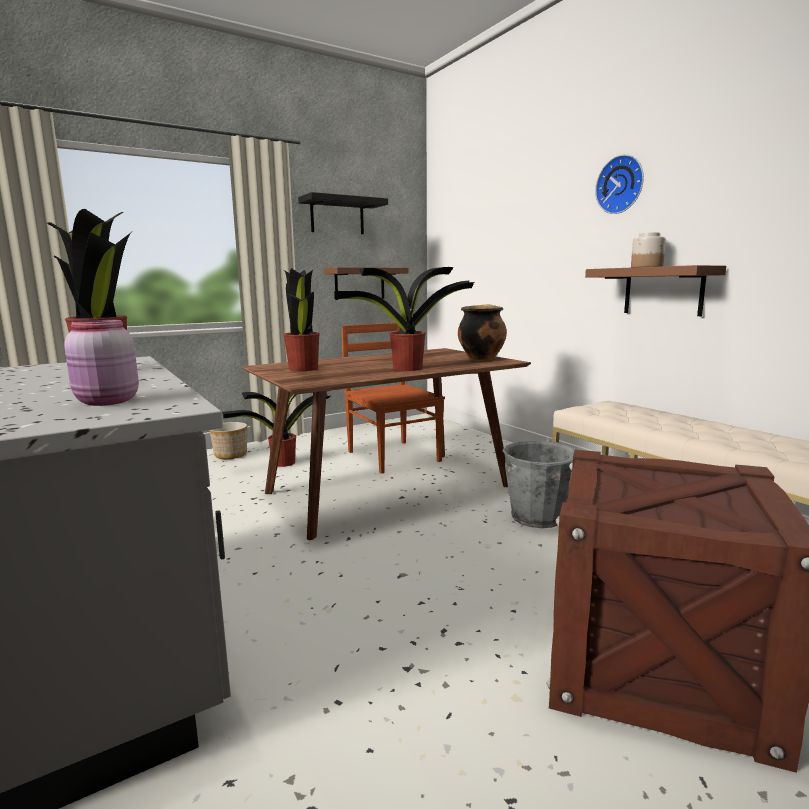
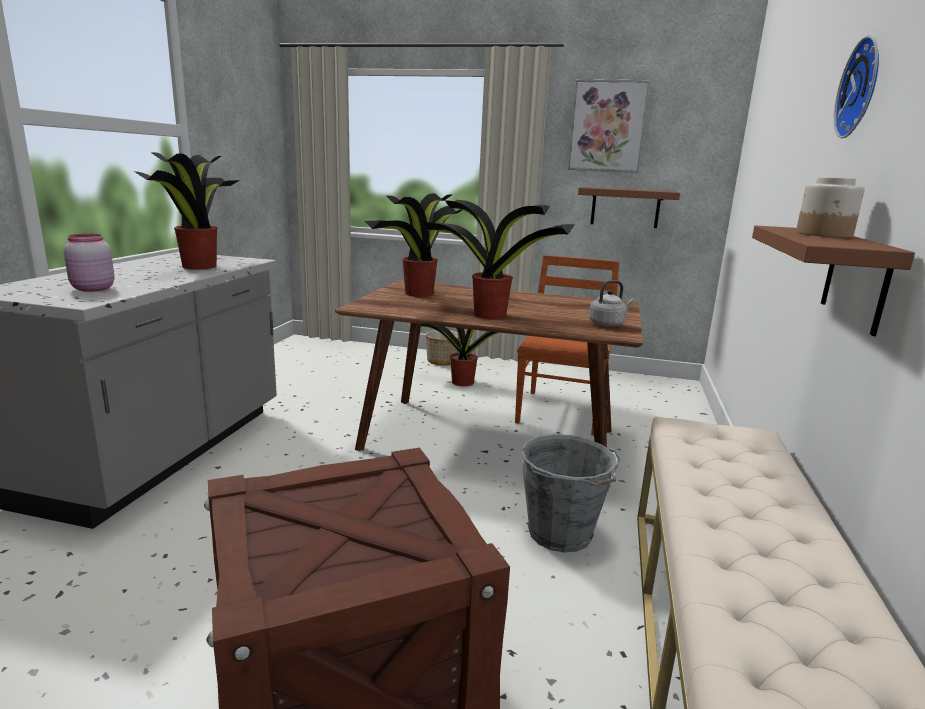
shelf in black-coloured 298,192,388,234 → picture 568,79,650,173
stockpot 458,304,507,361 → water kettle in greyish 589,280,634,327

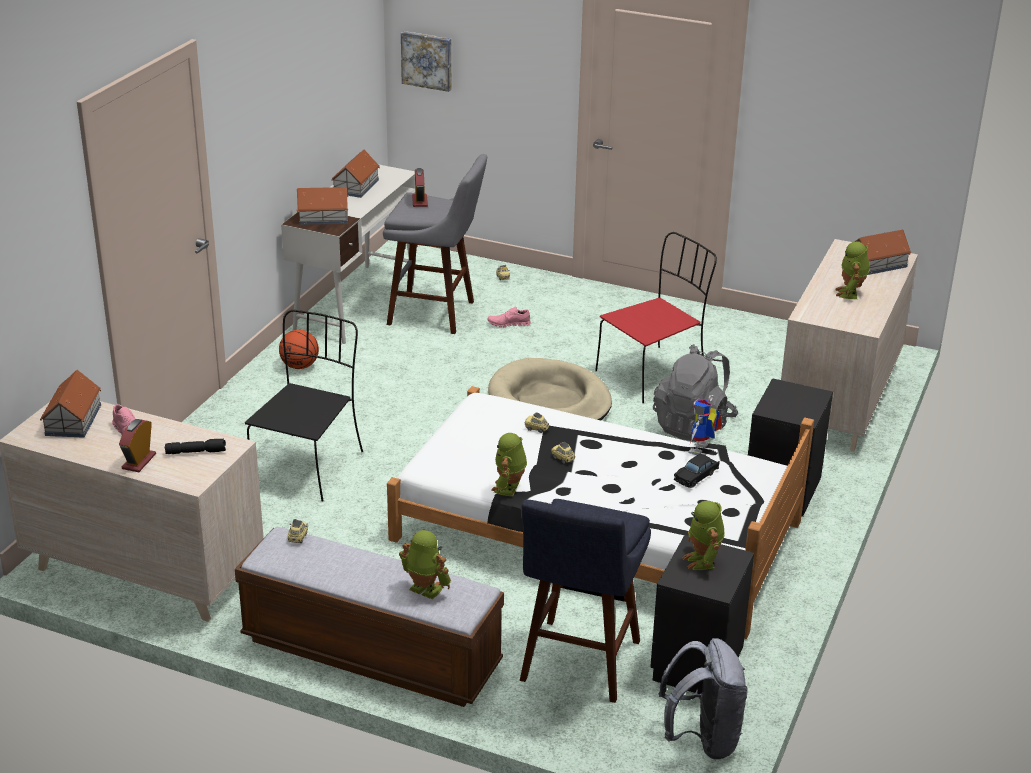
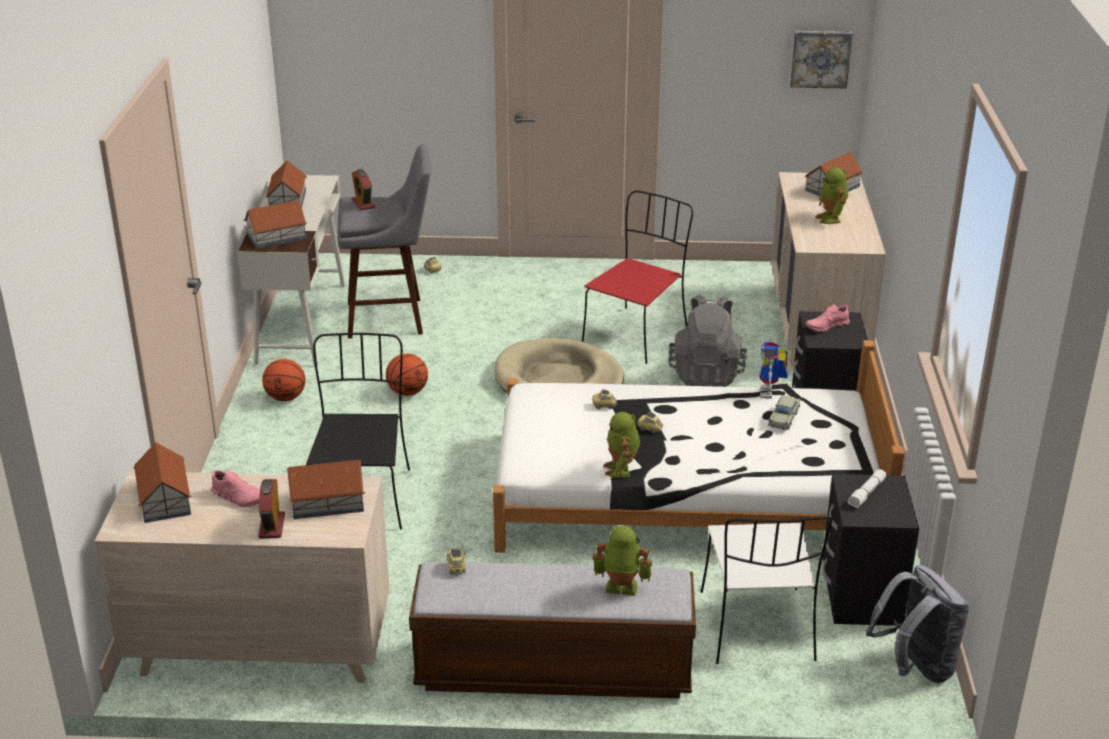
- → basketball 386,354,428,396
picture 401,31,452,92 → picture 790,31,852,88, move
low shoe in pinkish 487,306,531,327 → low shoe in pinkish 805,304,850,332, move
hand torch in black-coloured 165,439,226,454 → toy house 287,460,365,519
sitting stool in blue-coloured 520,499,651,703 → upright chair in white-coloured 701,516,832,664
robot figure 683,501,725,570 → hand torch in white-coloured 847,469,886,508
miniature car in black-coloured 674,454,720,488 → miniature car in beige-coloured 768,395,800,430

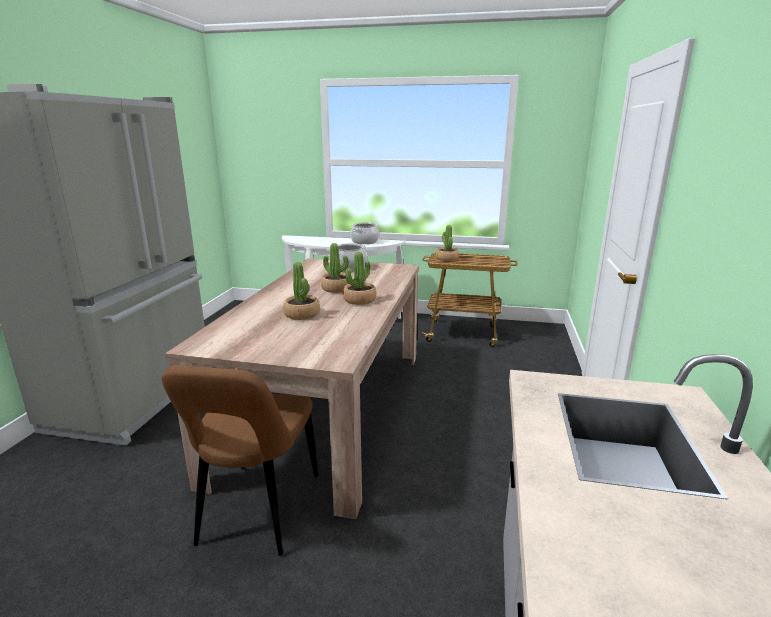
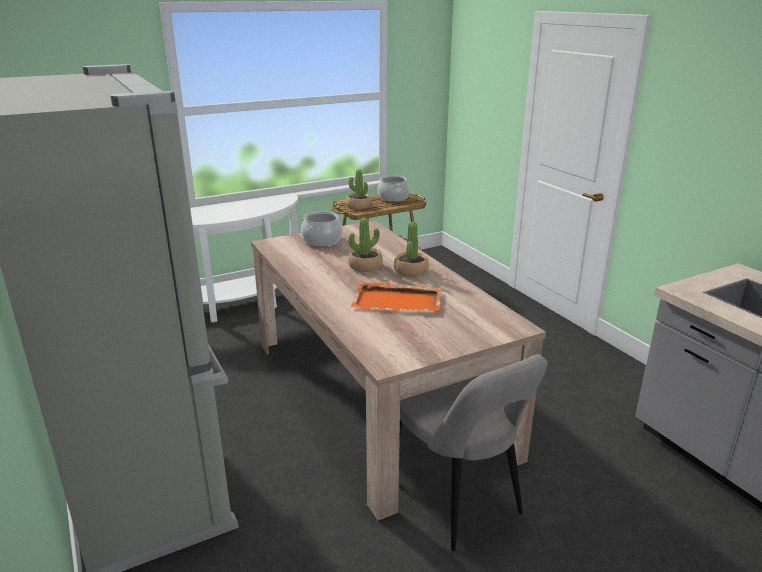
stockpot 351,222,379,244 → stockpot 377,175,409,202, move
houseplant 283,262,320,320 → serving tray in orange-coloured 350,282,443,311
upright chair in brown-coloured 162,365,318,556 → upright chair in greyish 400,354,548,551

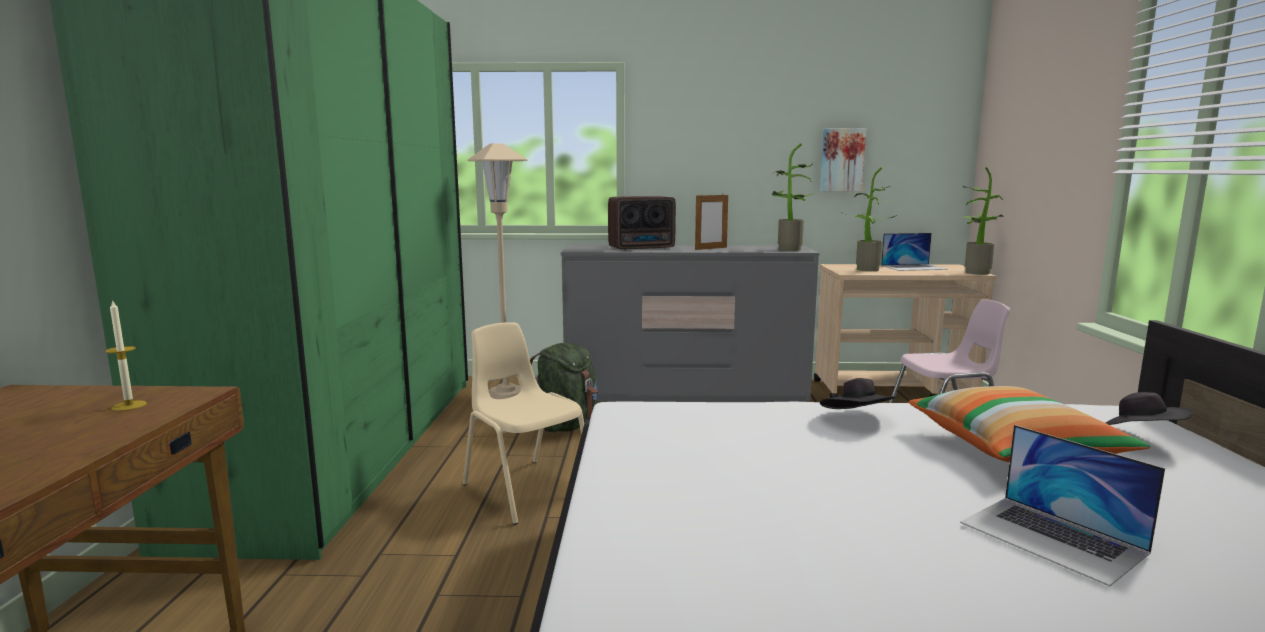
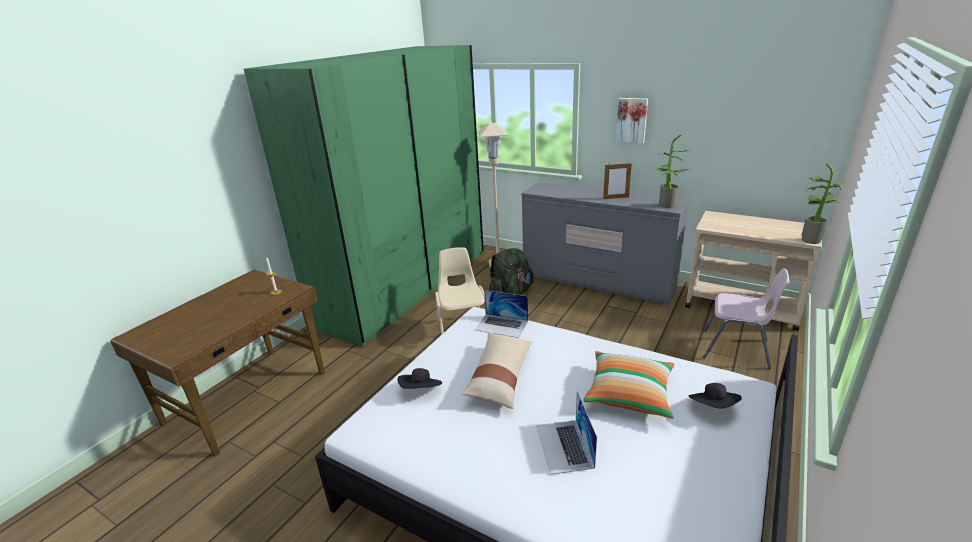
radio receiver 608,196,676,250 → -
houseplant 840,167,897,271 → -
- → pillow in beige-coloured 462,332,532,409
picture 820,128,866,191 → picture 616,98,648,143, move
wearable hat in black-coloured 820,378,898,409 → wearable hat in black-coloured 398,368,442,389, move
portable computer 881,233,948,271 → portable computer 475,290,528,338, move

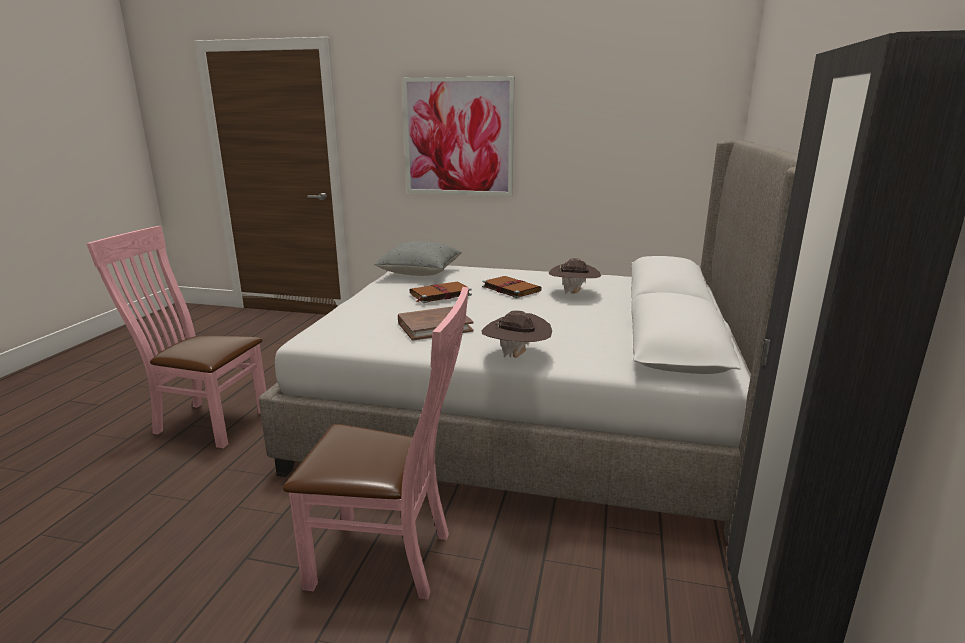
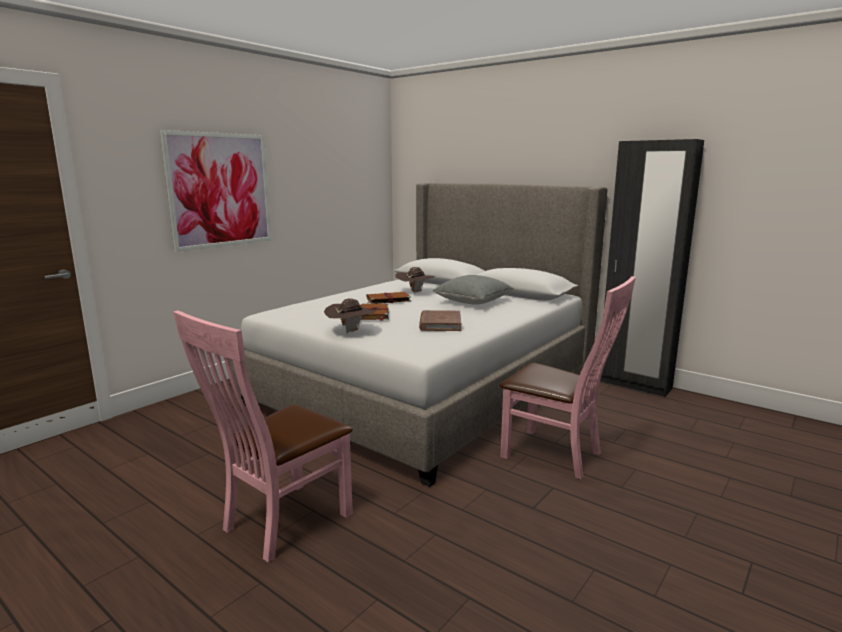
pillow in greyish 374,241,462,276 → pillow in greyish 432,275,514,305, move
wearable hat in brown-coloured 481,310,552,358 → wearable hat in brown-coloured 324,298,376,334, move
upright chair in pinkish 283,287,469,599 → upright chair in pinkish 500,276,636,479, 90 degrees clockwise

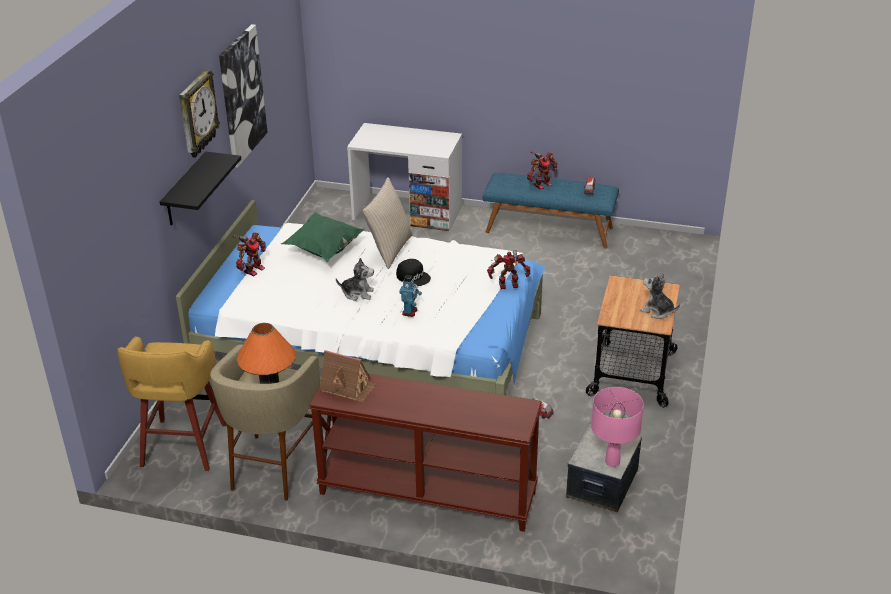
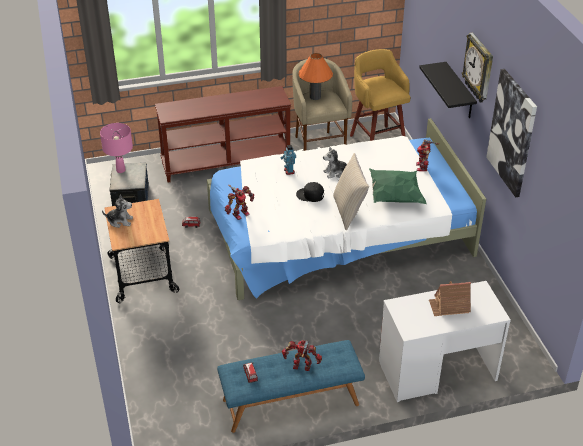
toy house 319,350,376,402 → toy house 429,281,471,316, move
robot figure 527,151,557,190 → robot figure 282,340,322,371, 75 degrees clockwise

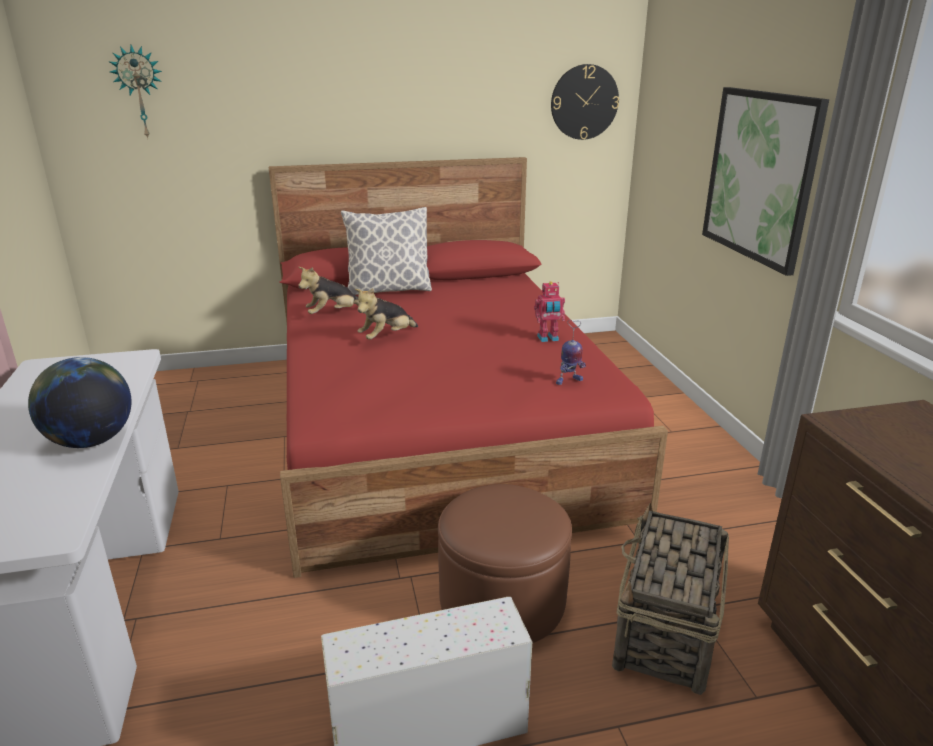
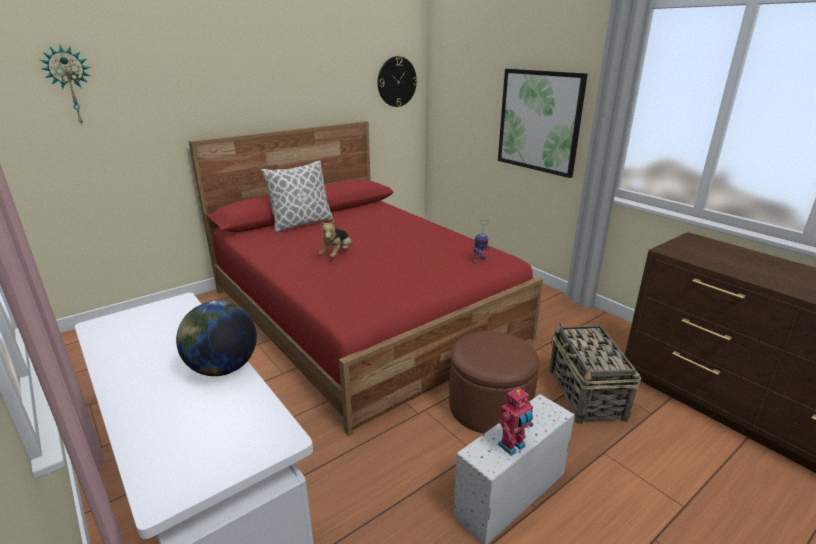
soft toy 298,267,360,314 → -
robot figure 534,281,565,342 → robot figure 498,387,533,456, move

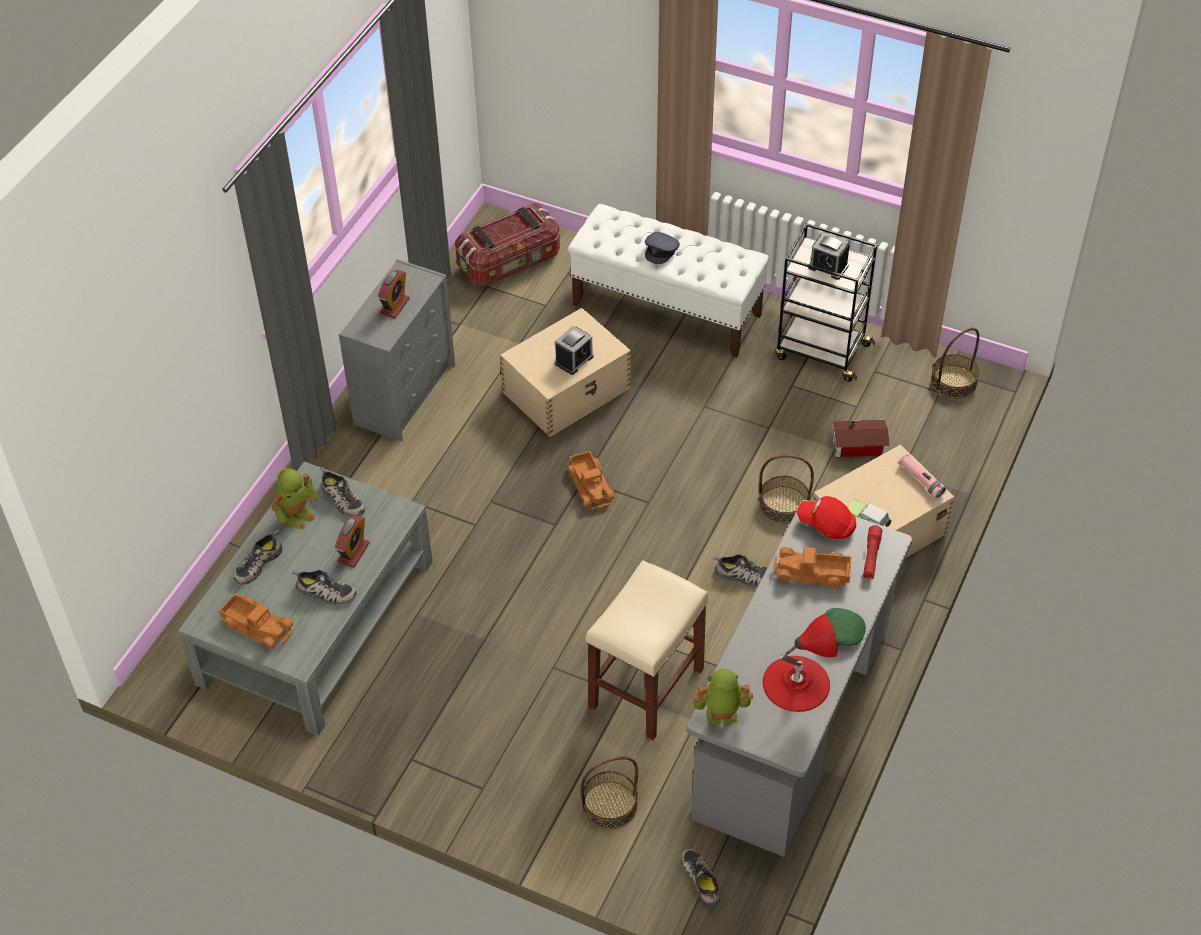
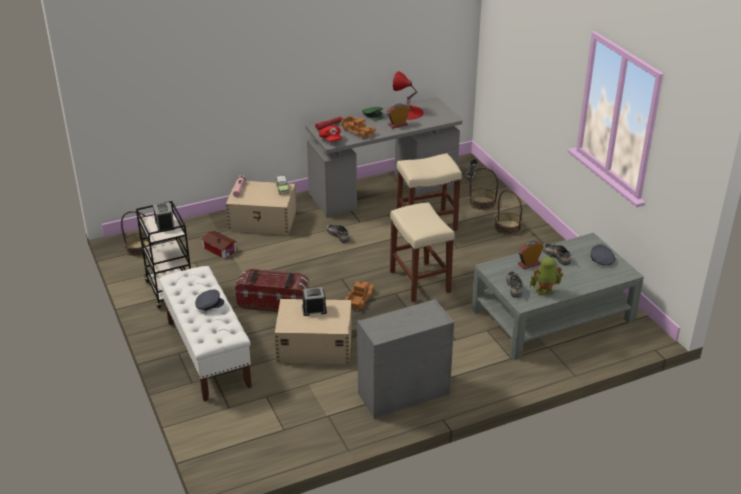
low shoe 233,530,282,585 → -
robot figure 693,668,753,724 → -
- → sitting stool in beige-coloured 390,203,455,302
alarm clock 378,270,410,319 → alarm clock 387,103,410,129, move
storage box 455,203,560,286 → storage box 235,269,309,312, move
household basket 759,455,814,524 → household basket 494,190,523,235, move
toy lorry 219,593,293,649 → peaked cap in greyish 590,244,615,266

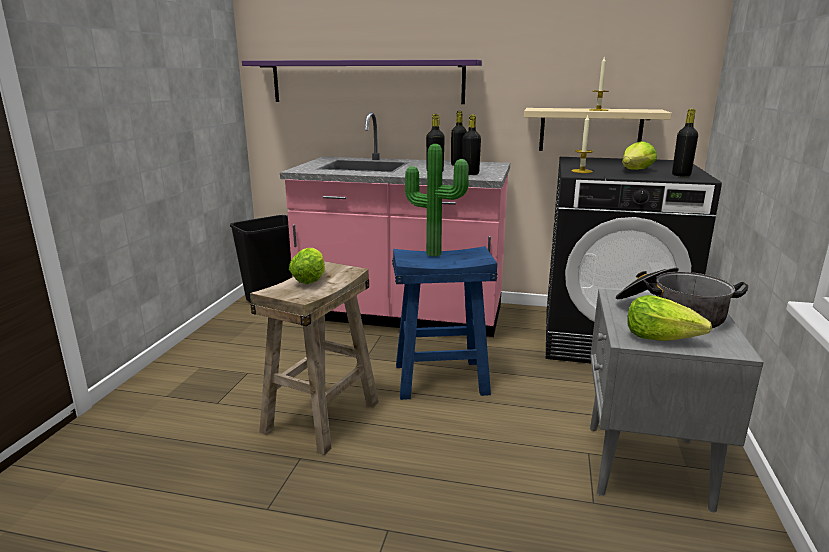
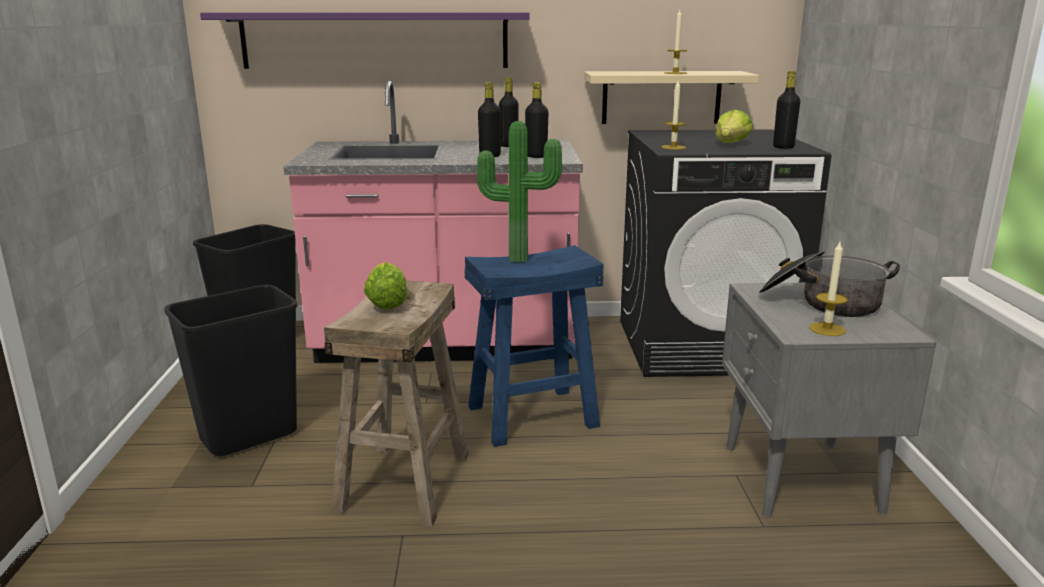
- → rubbish bin in black-coloured 164,285,298,456
lettuce 627,295,712,341 → candle 809,242,848,336

